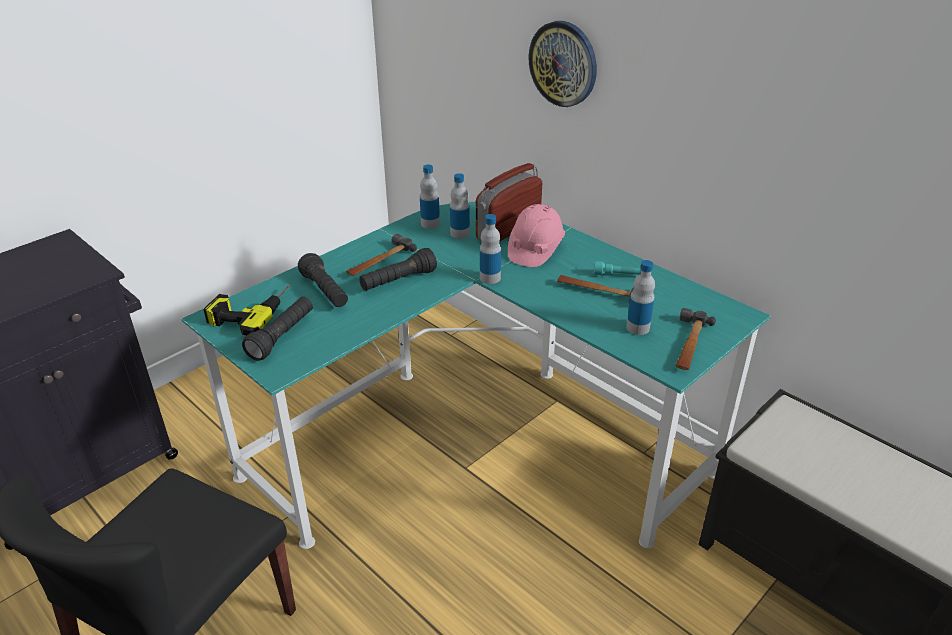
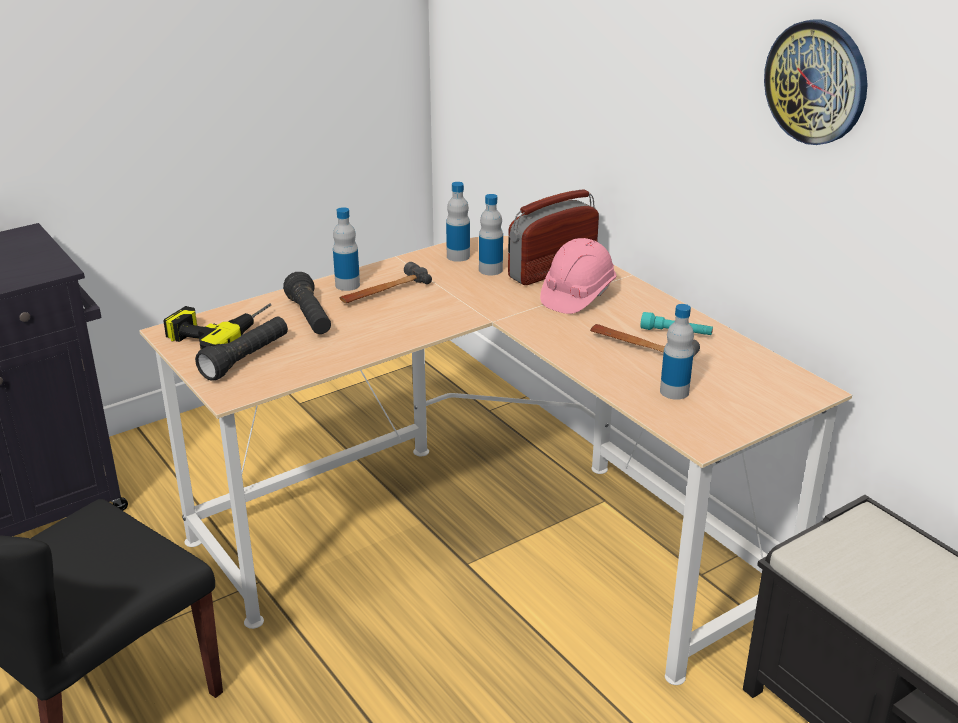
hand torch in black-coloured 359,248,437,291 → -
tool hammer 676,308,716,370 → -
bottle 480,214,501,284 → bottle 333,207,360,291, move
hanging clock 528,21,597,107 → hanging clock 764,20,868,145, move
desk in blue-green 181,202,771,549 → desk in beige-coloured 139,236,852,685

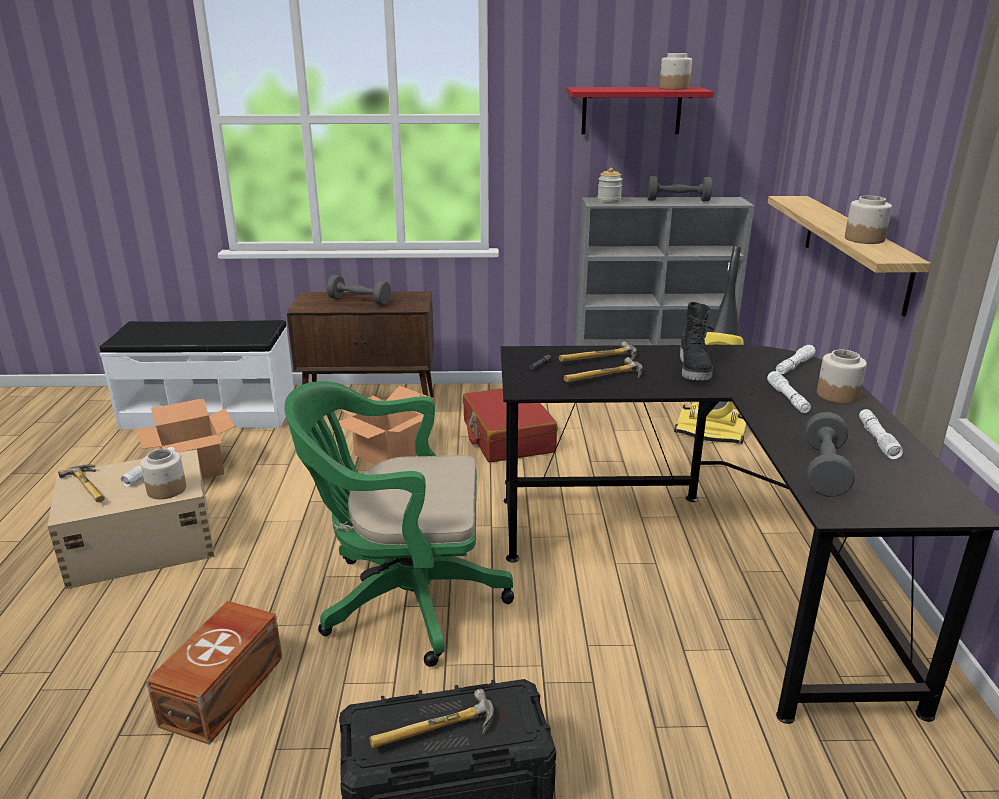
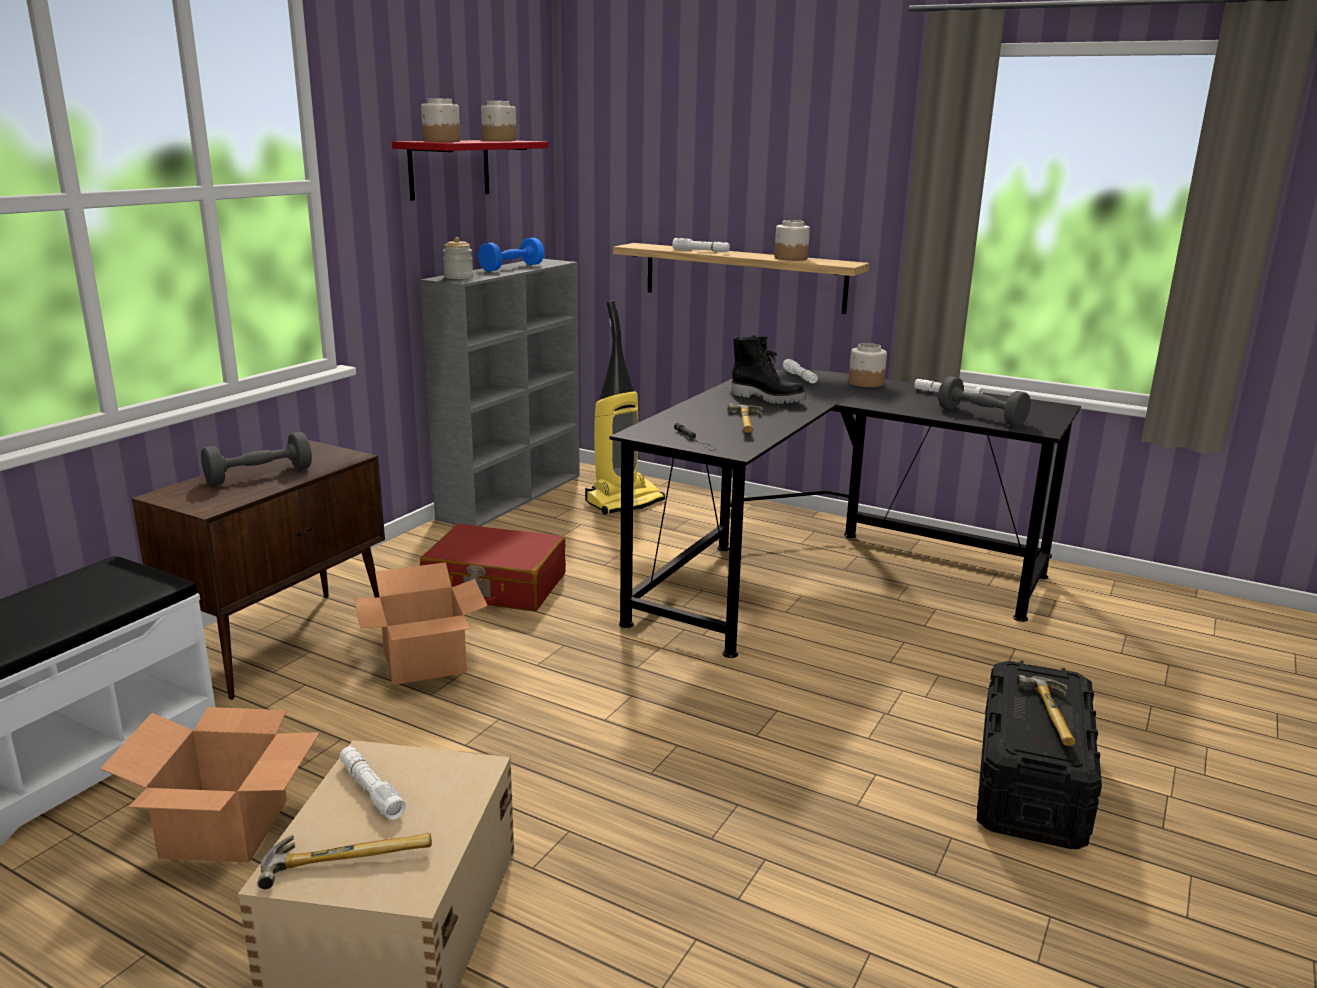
storage box in brown-coloured 146,601,282,745 → -
computer chair in green 284,381,514,667 → -
tool hammer 559,341,637,362 → -
jar 141,449,186,499 → jar 421,98,460,142, move
hand torch in white-coloured 767,371,811,413 → hand torch in white-coloured 672,238,730,252, move
dumbbell in greyish 647,176,712,201 → dumbbell in blue-coloured 478,238,544,272

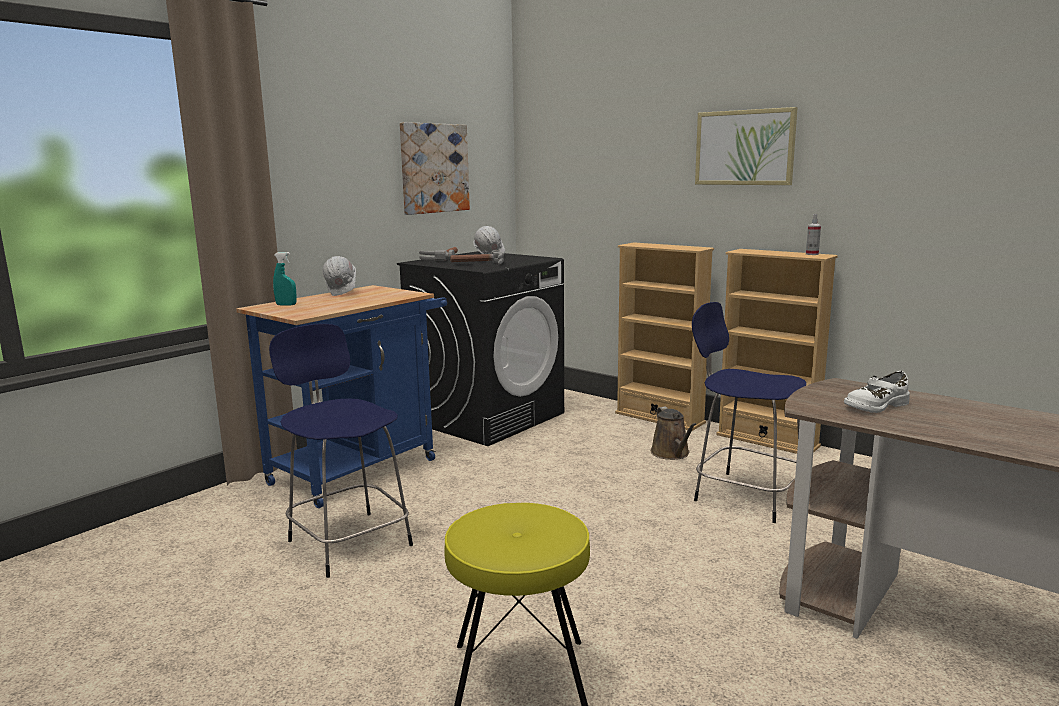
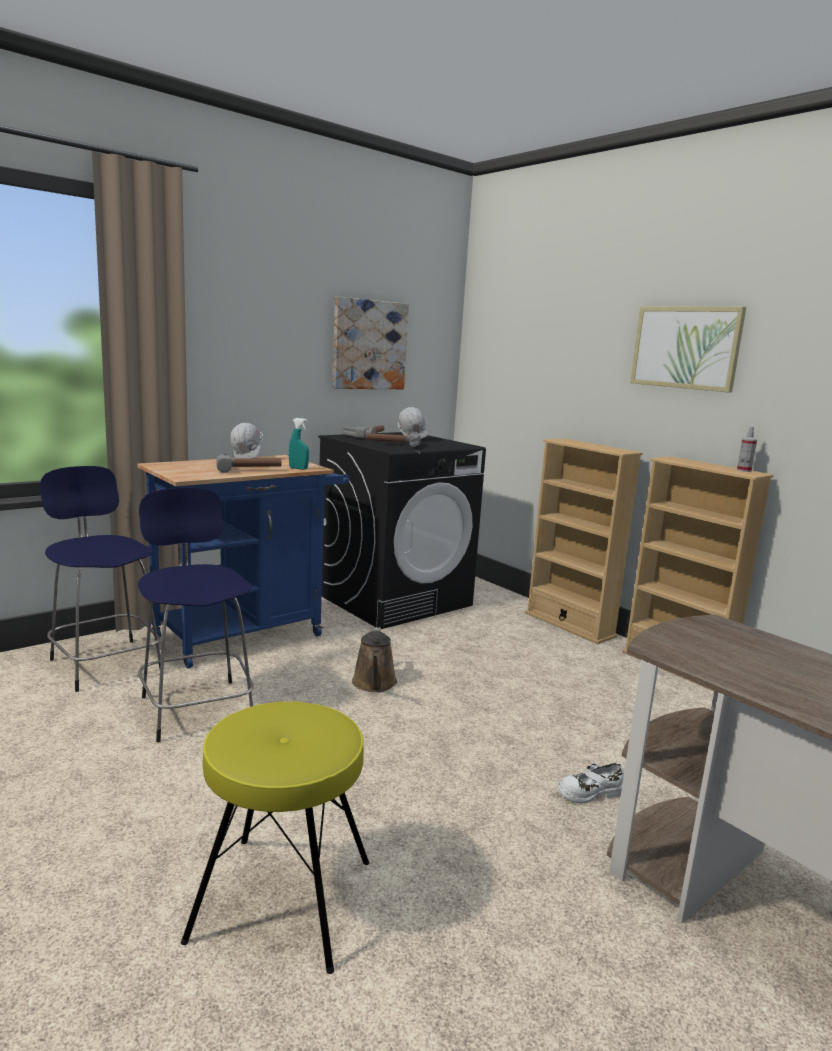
- → tool hammer 216,453,282,473
sprayer in blue-green 273,252,296,306 → sprayer in blue-green 289,418,309,470, move
watering pot in brown-coloured 651,407,697,460 → watering pot in brown-coloured 352,627,397,692, move
sitting stool in blue-coloured 692,302,807,523 → sitting stool in blue-coloured 40,466,161,692, move
low shoe in white-coloured 844,371,910,413 → low shoe in white-coloured 558,763,624,803, move

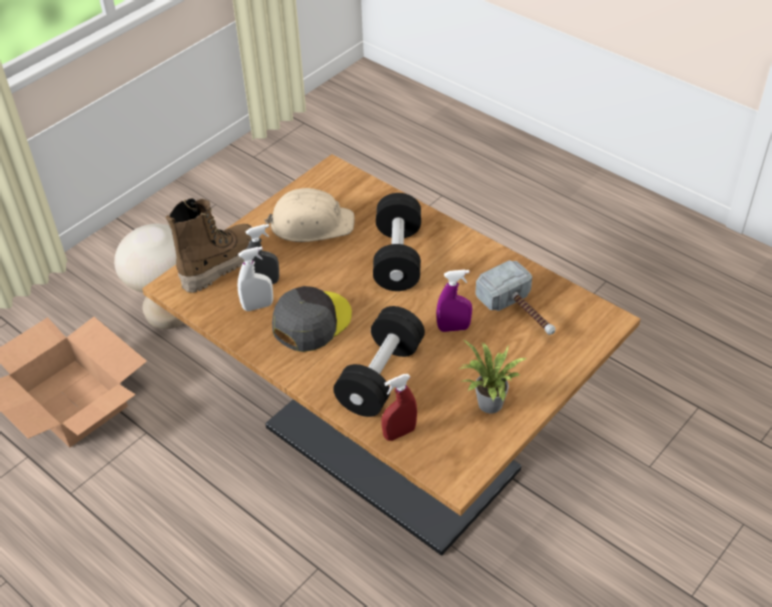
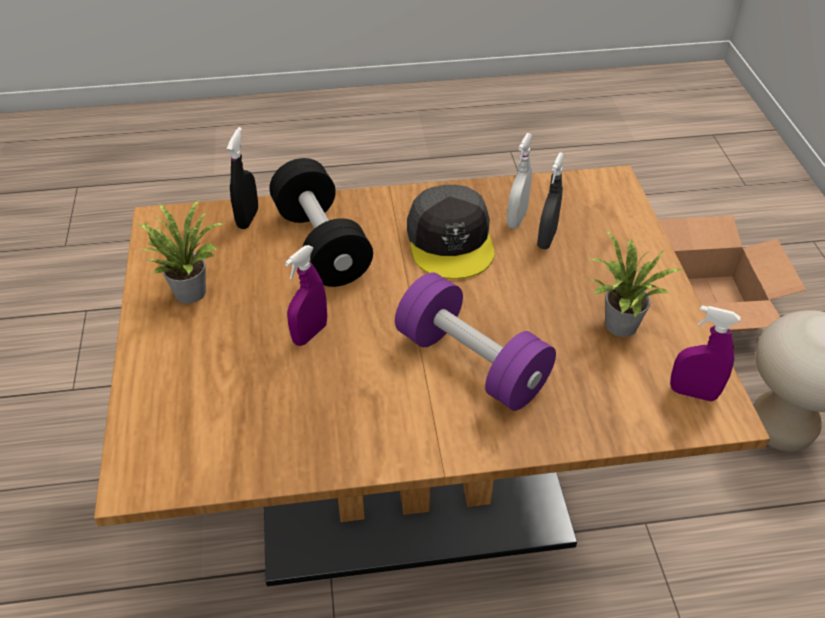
boot 166,198,252,293 → -
tool hammer 475,260,556,335 → -
- → sprayer in purple-coloured 670,305,740,402
safety helmet in beige-coloured 264,188,355,242 → houseplant 587,228,684,337
dumbbell in black-coloured 373,193,421,291 → dumbbell in purple-coloured 395,272,556,411
sprayer in reddish 382,374,417,441 → sprayer in black-coloured 227,127,258,229

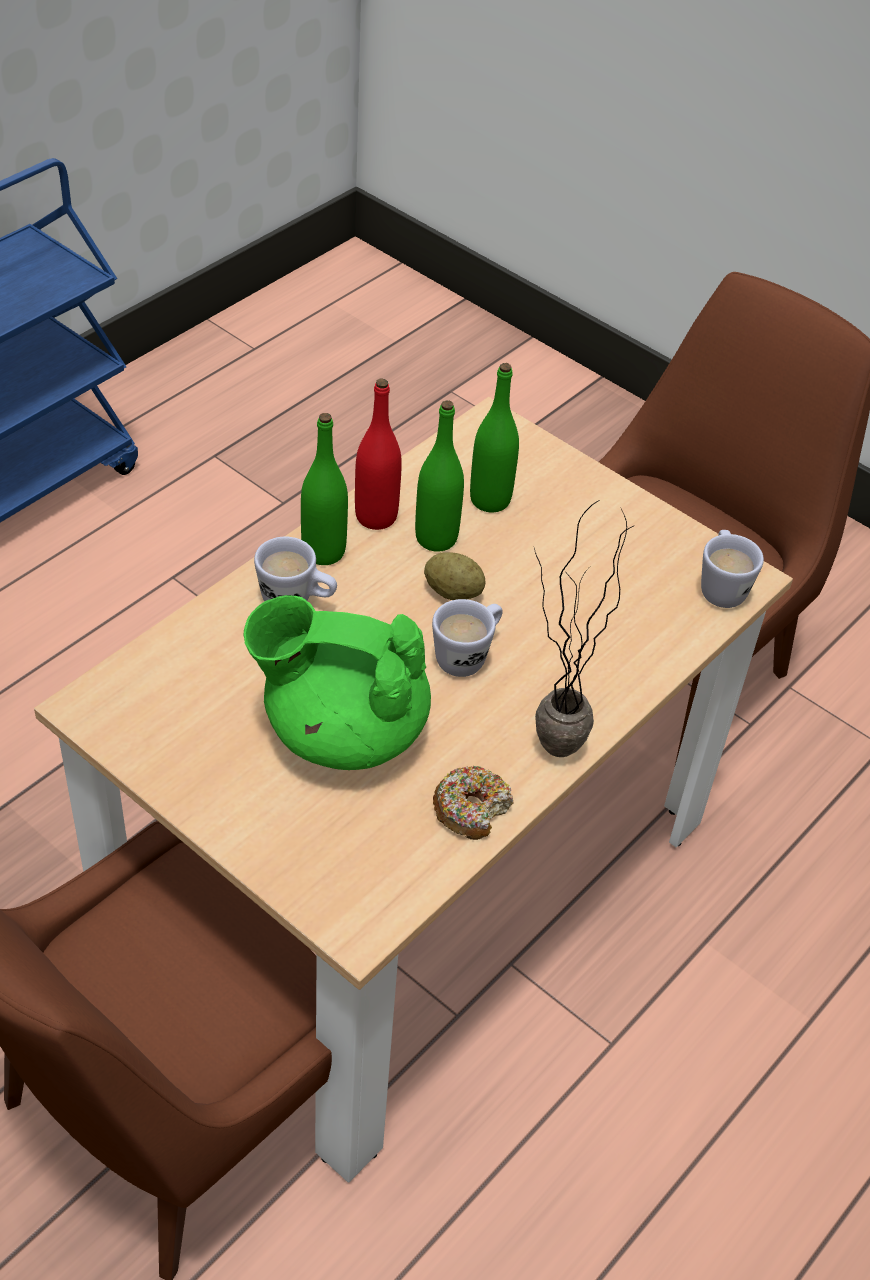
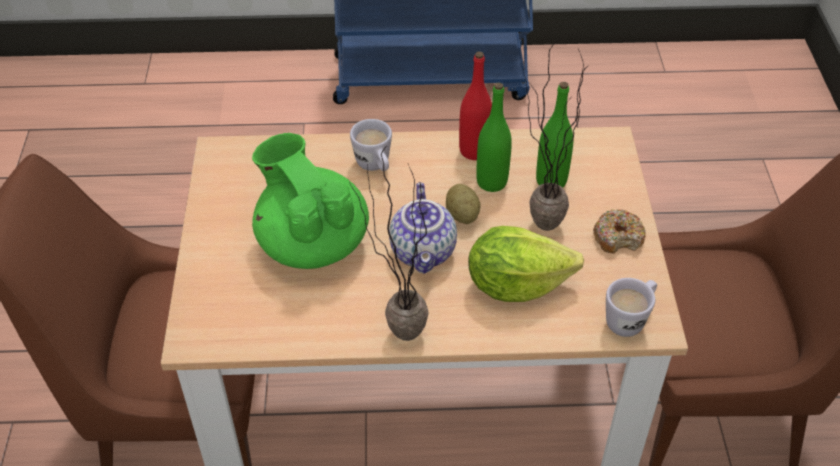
bottle in green 301,413,348,565 → -
- → lettuce 468,226,584,302
- → houseplant 523,38,589,231
donut 433,766,513,840 → donut 593,209,646,254, move
coffee mug in white-coloured 432,599,503,677 → teapot 389,182,457,274

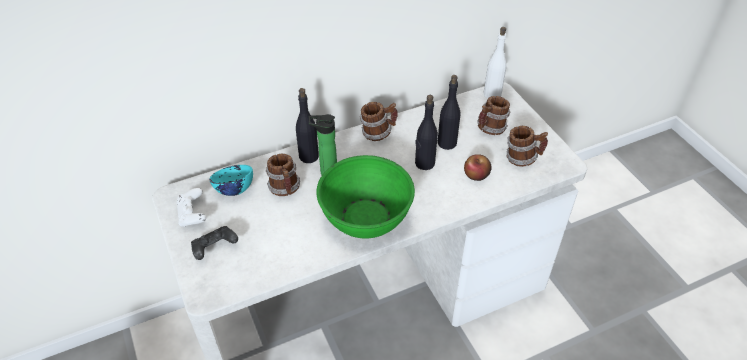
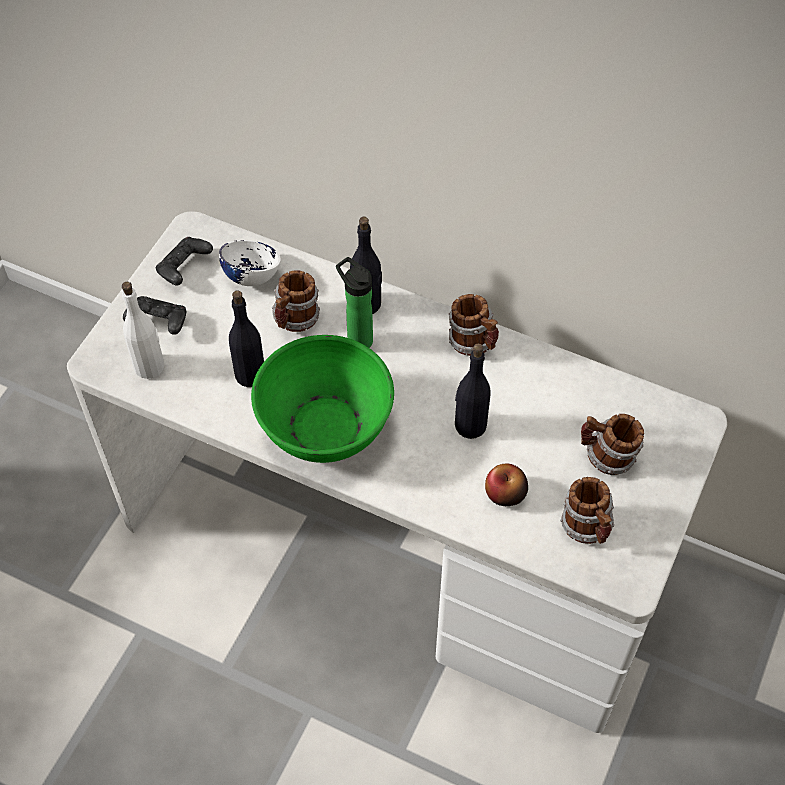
bottle in black-coloured 437,75,461,150 → bottle in black-coloured 229,290,264,387, move
bottle in white-coloured 484,27,507,99 → bottle in white-coloured 122,282,164,379, move
joypad in white-coloured 176,188,206,227 → joypad in black-coloured 156,237,213,285
bowl in blue-green 209,165,253,196 → bowl in white-coloured 219,240,281,286

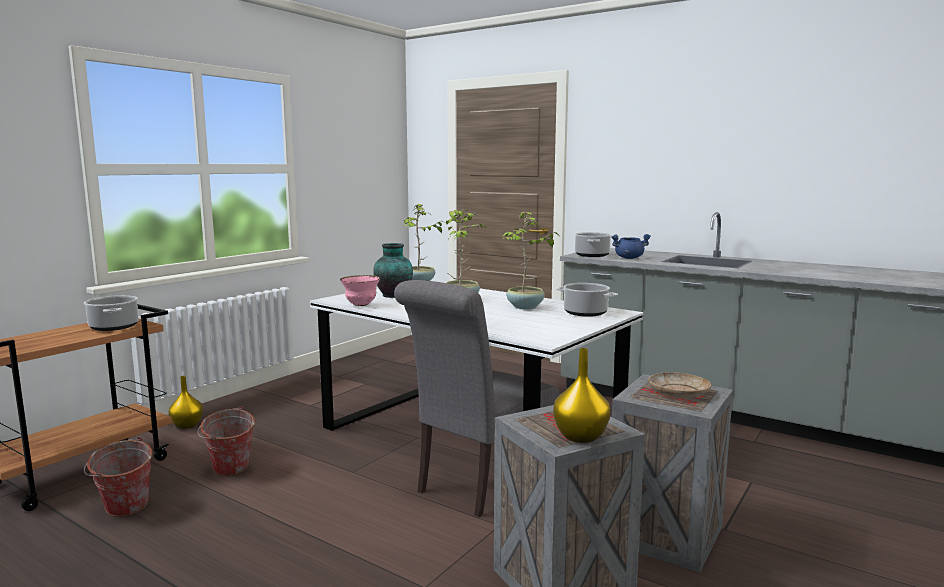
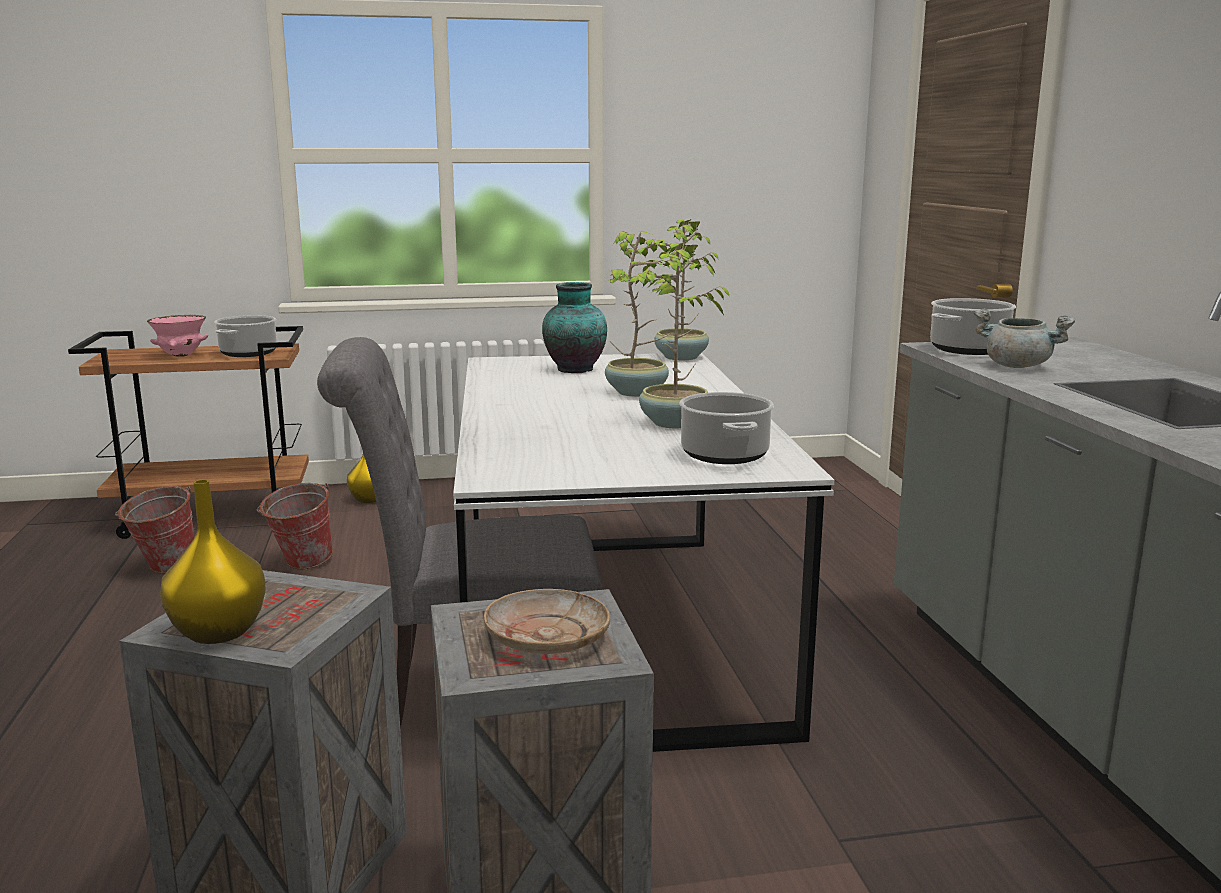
bowl in pinkish 340,275,380,306 → bowl in pinkish 147,315,208,357, move
stockpot in blue-coloured 611,234,651,259 → stockpot in greyish 974,309,1075,368

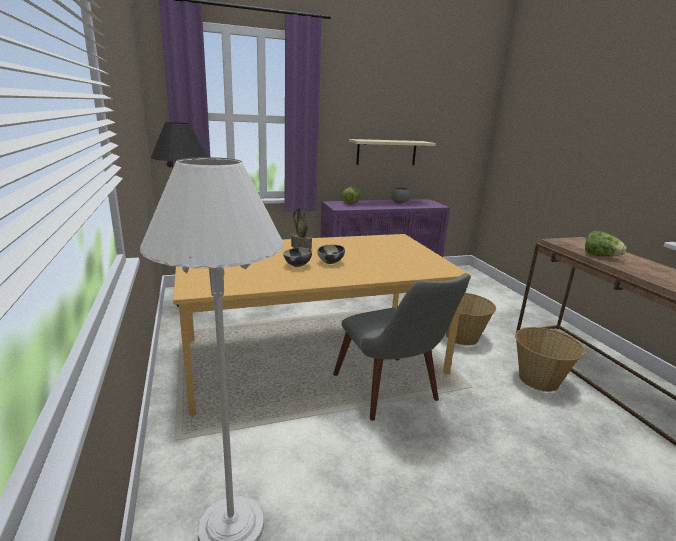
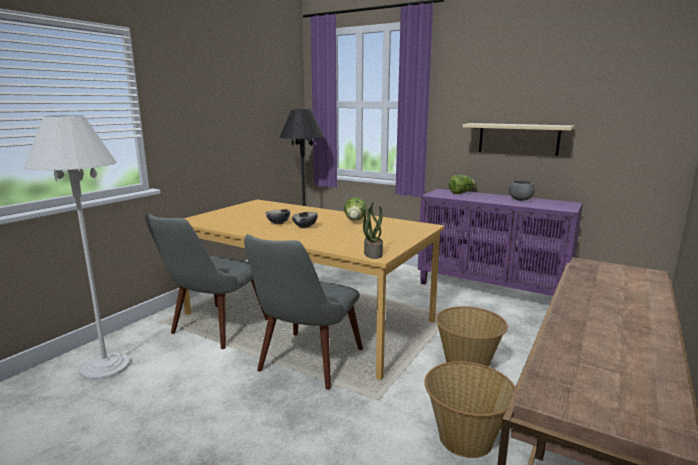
- → upright chair in greyish 145,213,269,349
houseplant 291,205,312,250 → houseplant 359,203,383,259, move
lettuce 585,231,627,257 → lettuce 344,197,367,221, move

